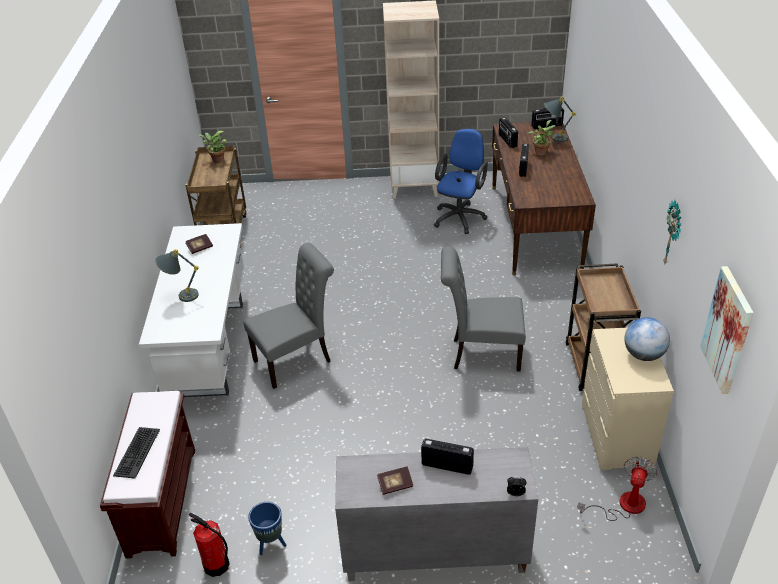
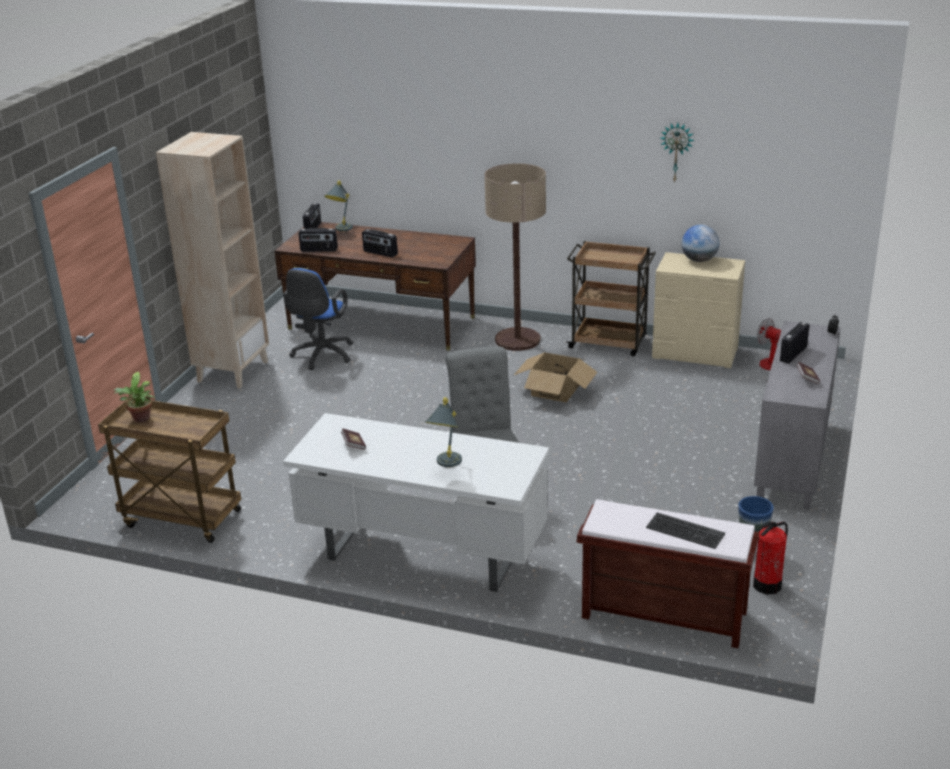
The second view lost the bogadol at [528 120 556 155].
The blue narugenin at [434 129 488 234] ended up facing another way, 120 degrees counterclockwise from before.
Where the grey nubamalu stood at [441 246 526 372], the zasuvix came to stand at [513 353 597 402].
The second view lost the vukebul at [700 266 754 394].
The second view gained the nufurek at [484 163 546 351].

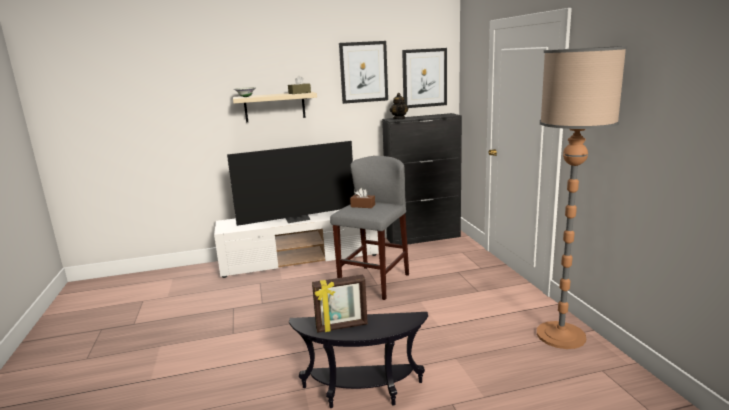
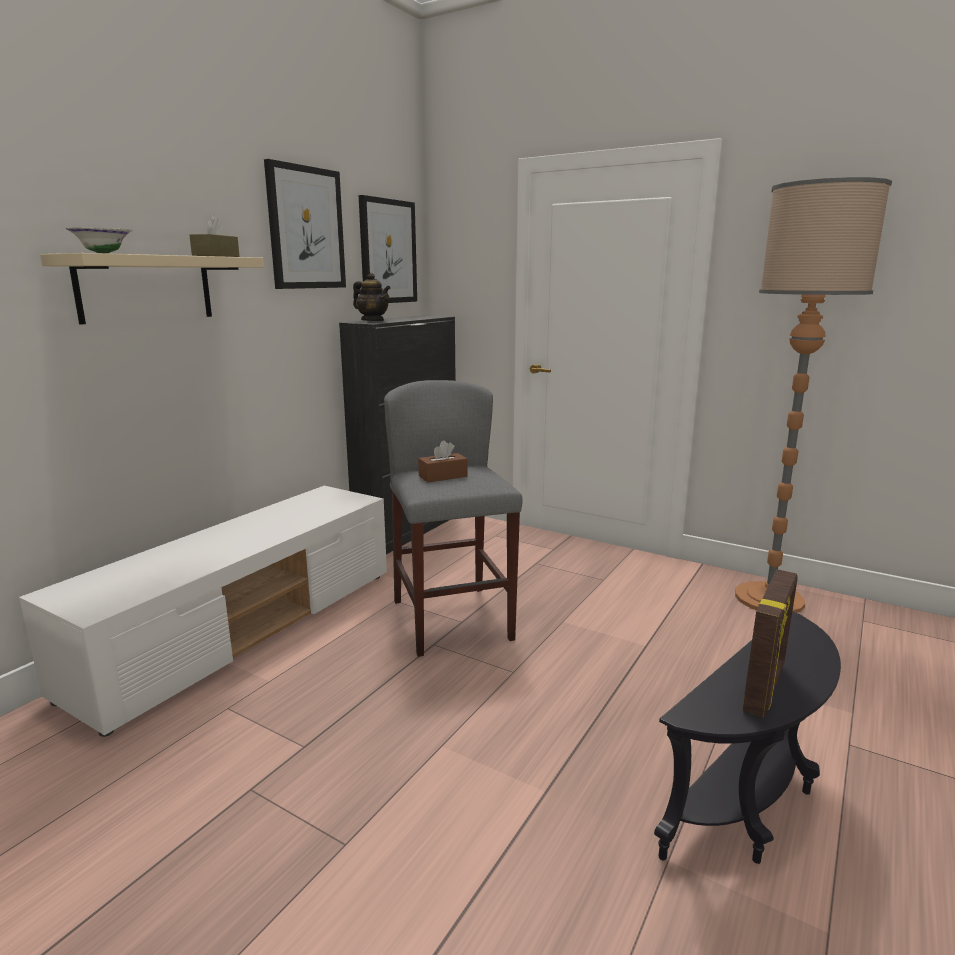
The second view lost the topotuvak at [227 141 355 226].

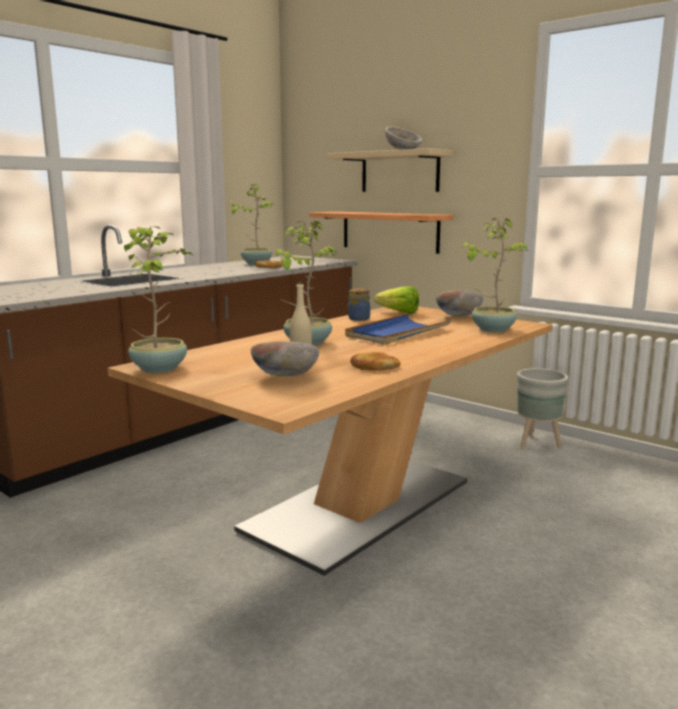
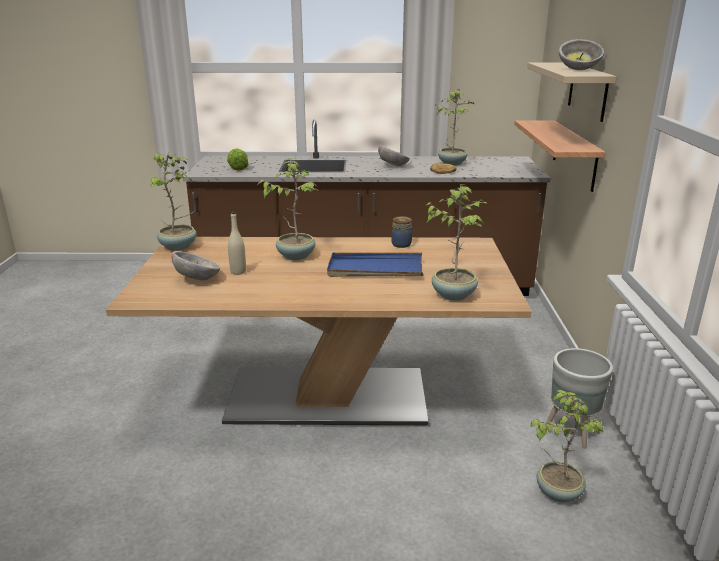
The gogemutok ended up elsewhere, having gone from [375 286 419 314] to [227 148 249 171].
The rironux ended up elsewhere, having gone from [436 290 483 316] to [378 146 410 166].
The second view lost the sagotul at [350 352 401 370].
The second view gained the bogadol at [530 390 603 502].

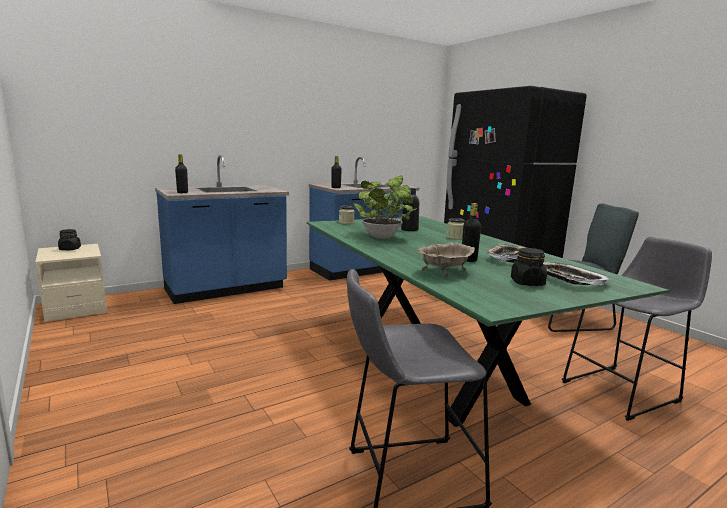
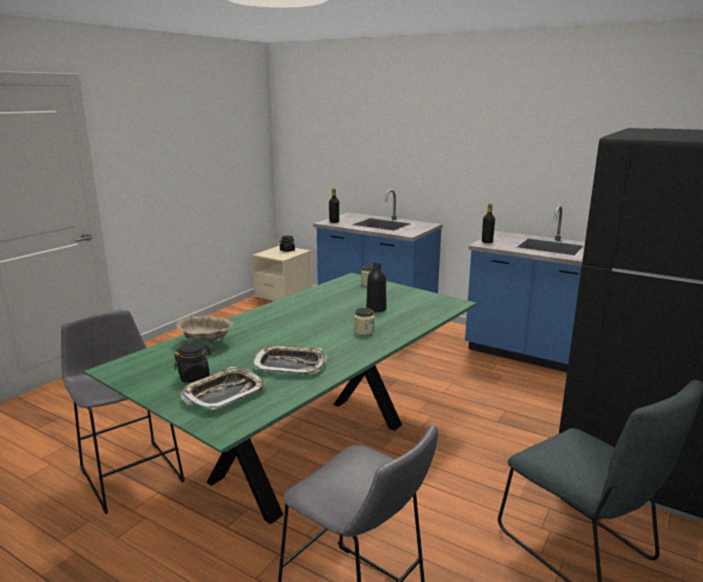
The second view lost the bogadol at [353 175 417 238].
The second view lost the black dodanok at [462 203 481 262].

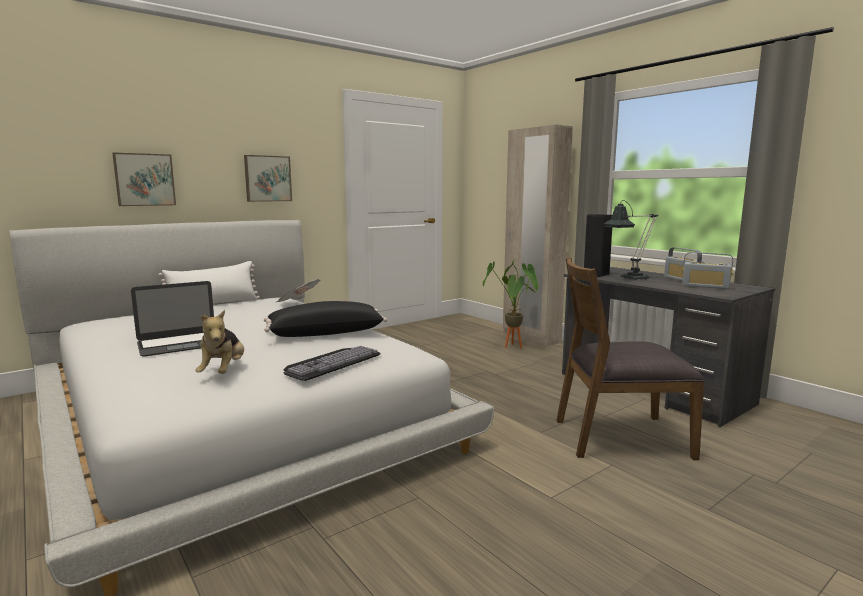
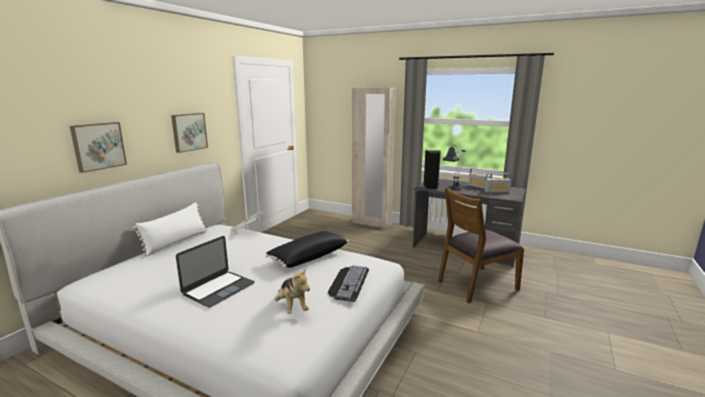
The second view lost the bogadol at [483 259 539 348].

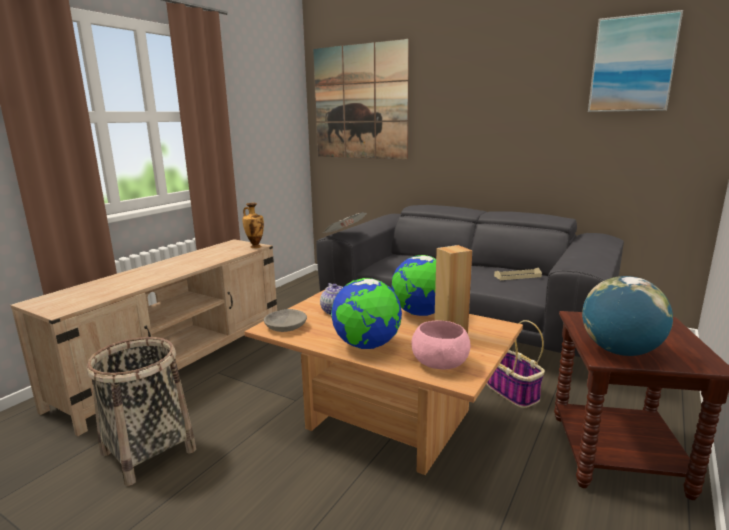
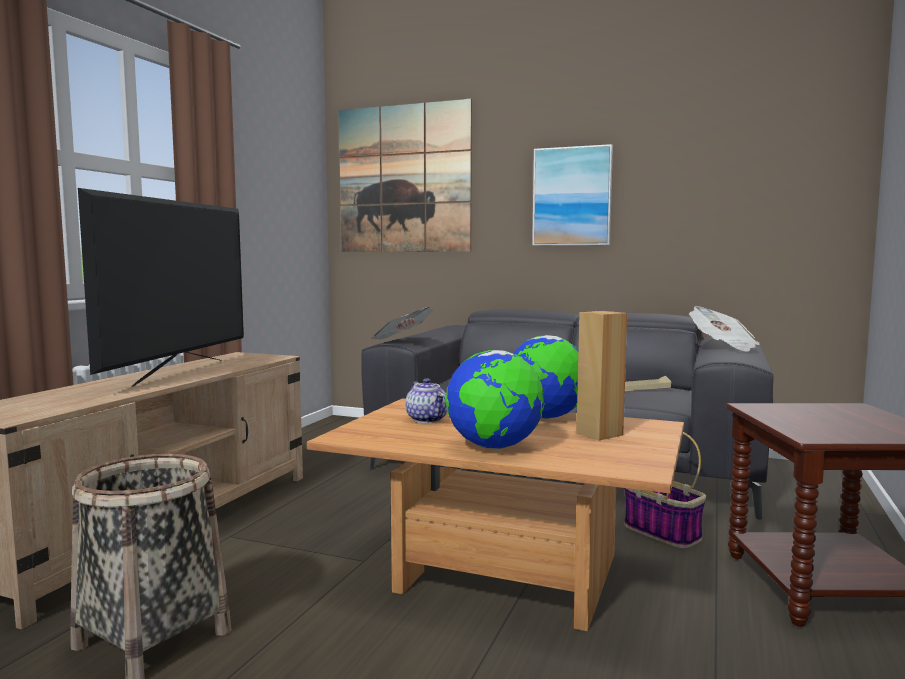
The vukebul ended up elsewhere, having gone from [588 10 683 112] to [532 144 613 246].
The second view lost the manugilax at [242 203 264 248].
The second view lost the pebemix at [582 276 673 356].
The second view lost the grey rironux at [264 309 307 332].
The second view lost the pink rironux at [412 320 470 370].
The second view gained the topotuvak at [78 188 244 387].
The second view gained the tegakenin at [689 306 760 352].

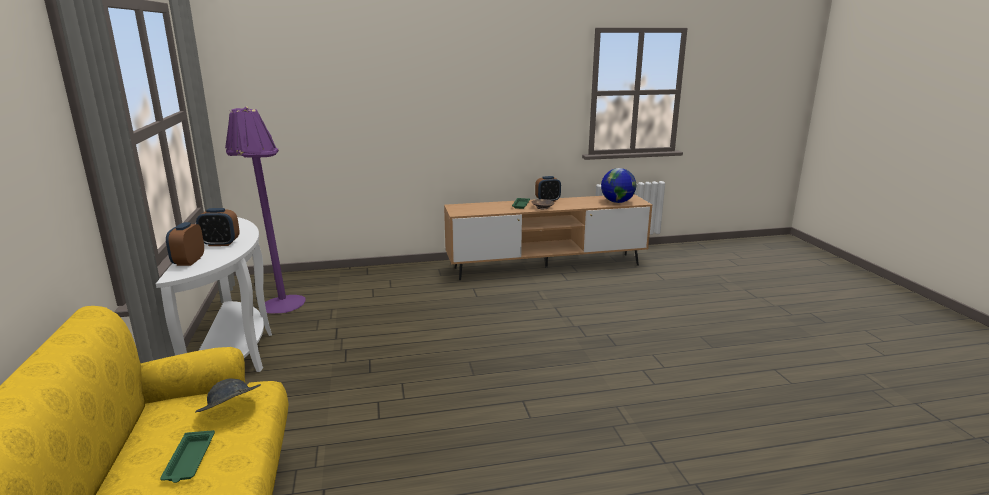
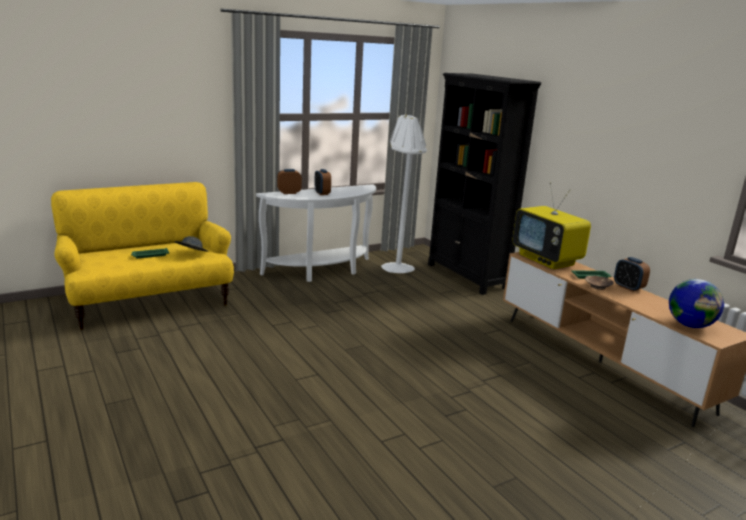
What was the purple nufurek at [225 107 306 314] turned into the white nufurek at [381 114 427 273].
The second view gained the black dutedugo at [428 73 541 295].
The second view gained the topotuvak at [512 183 591 269].

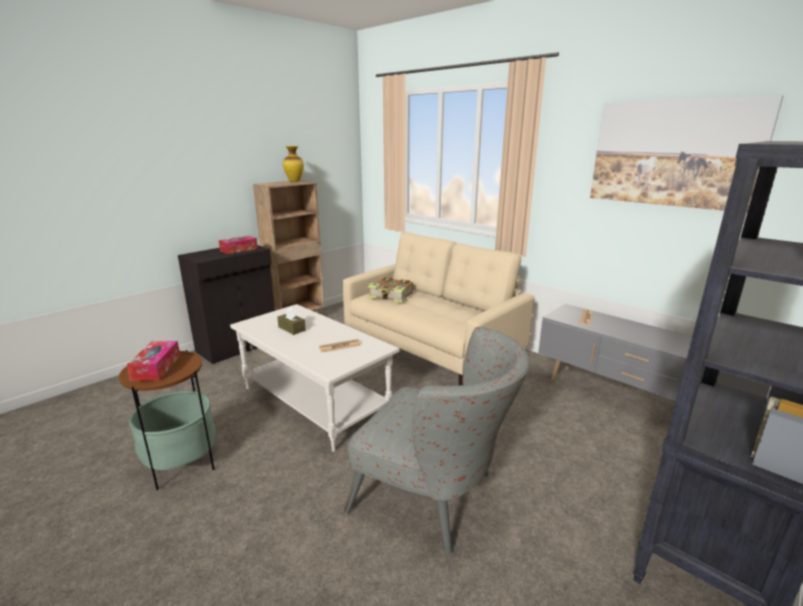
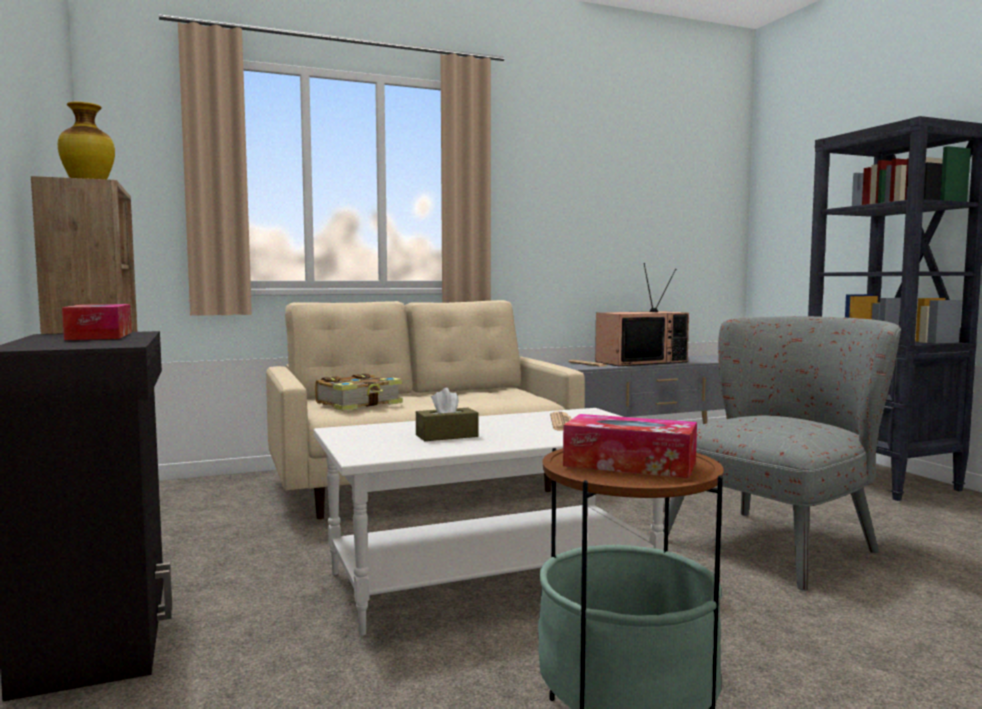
The second view lost the vukebul at [590 95 783 213].
The second view gained the topotuvak at [595 263 689 366].

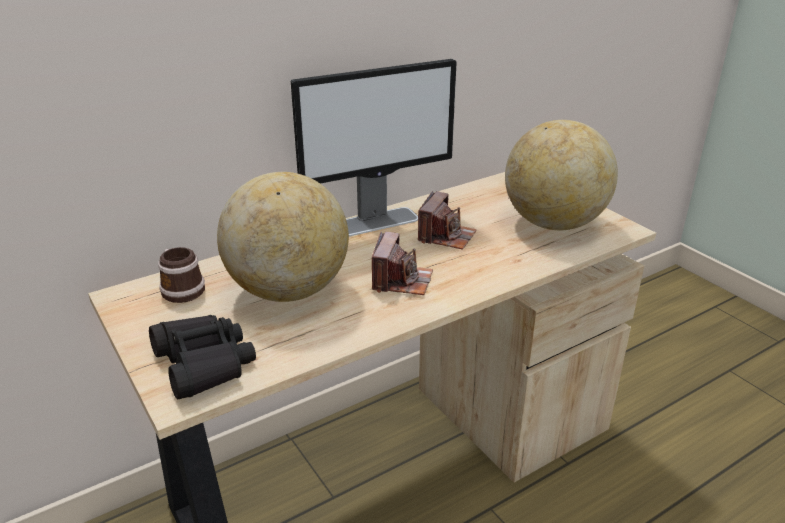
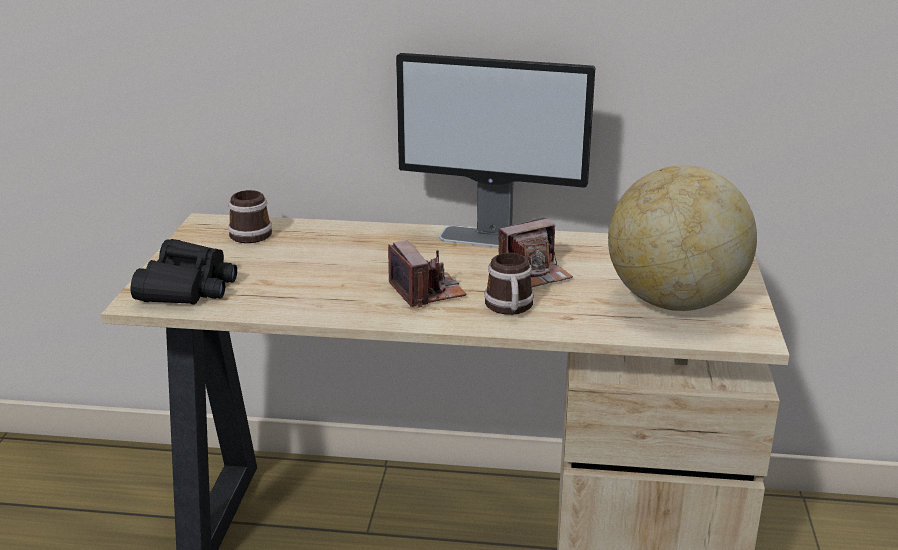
The second view lost the pebemix at [217 172 349 302].
The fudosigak at [372 232 433 295] ended up facing another way, 75 degrees counterclockwise from before.
The second view gained the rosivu at [484 253 534 315].

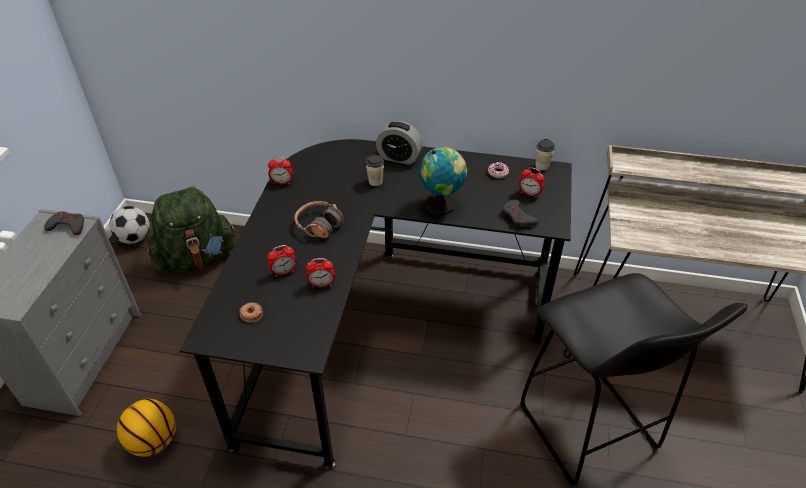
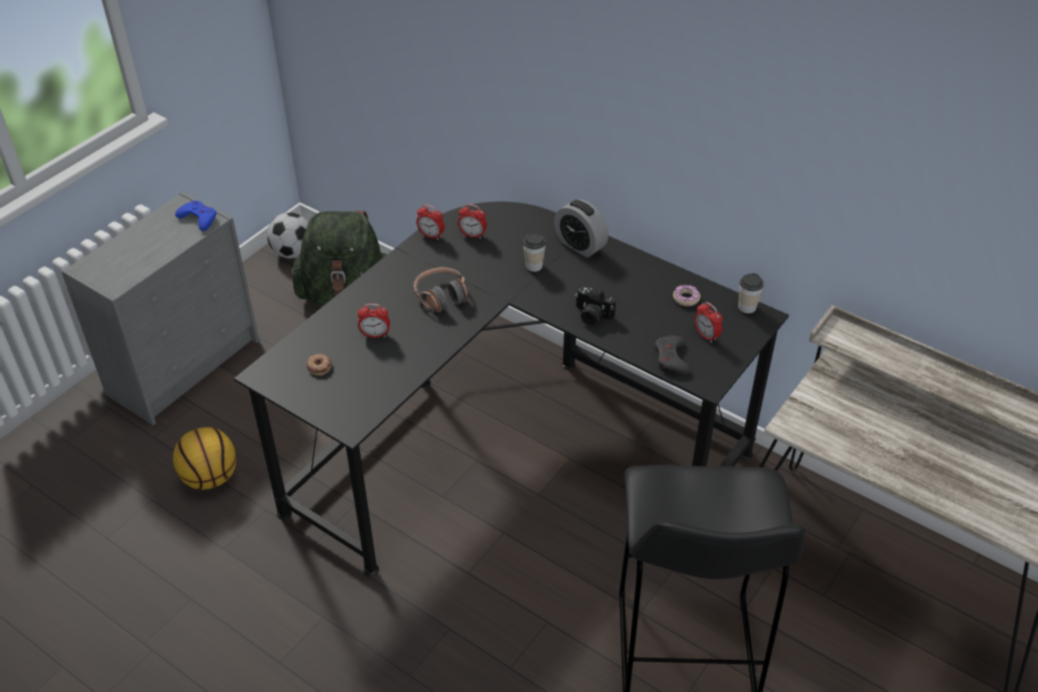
Where the pebemix stood at [419 147 467 216], the fudosigak came to stand at [575 287 616 325].
What was the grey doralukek at [44 212 84 235] turned into the blue doralukek at [175 200 216 231].
The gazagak ended up elsewhere, having gone from [306 258 335 288] to [458 204 487 239].

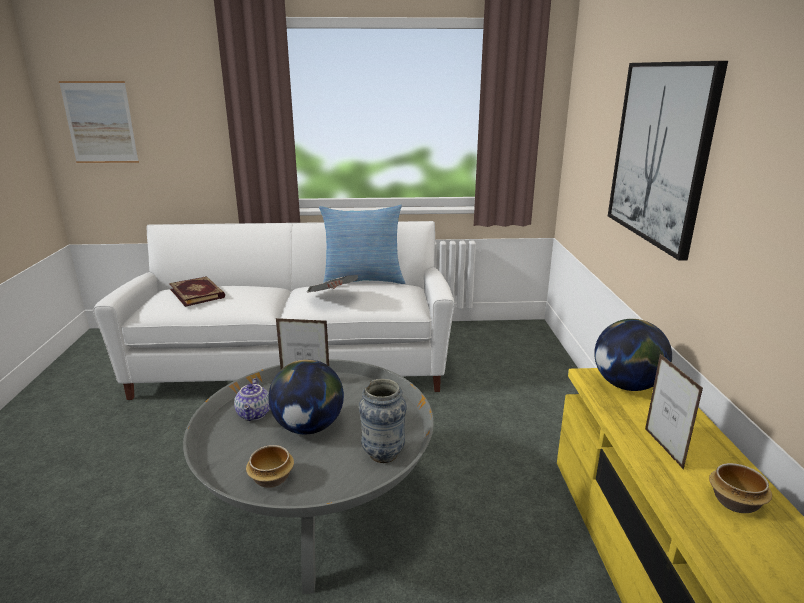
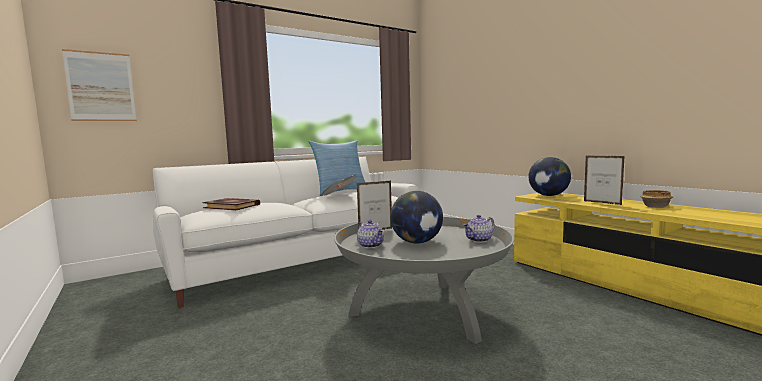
The second view lost the vukebul at [608 61 728 261].
Where the manugilax stood at [359 379 407 463], the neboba came to stand at [463 215 494 242].
The second view lost the rironux at [246 445 294 488].

